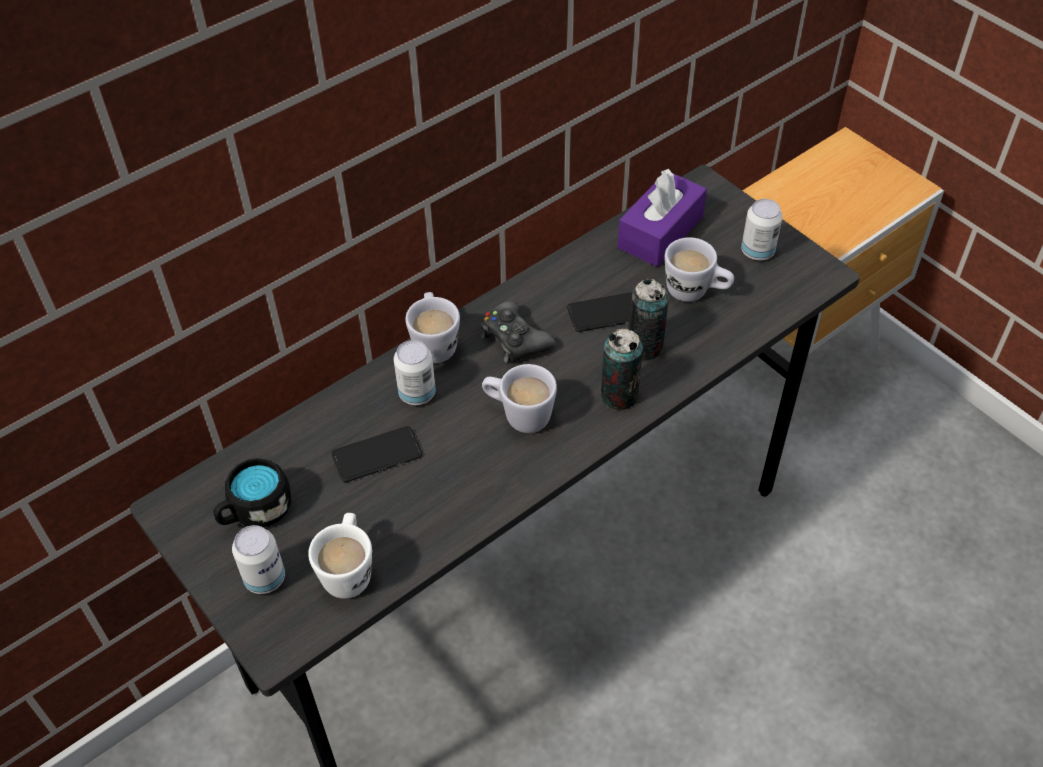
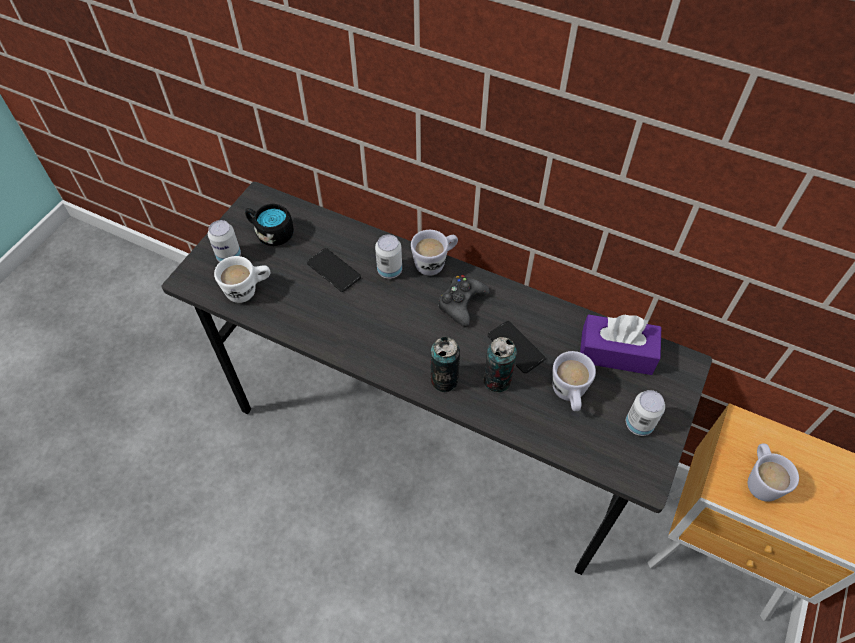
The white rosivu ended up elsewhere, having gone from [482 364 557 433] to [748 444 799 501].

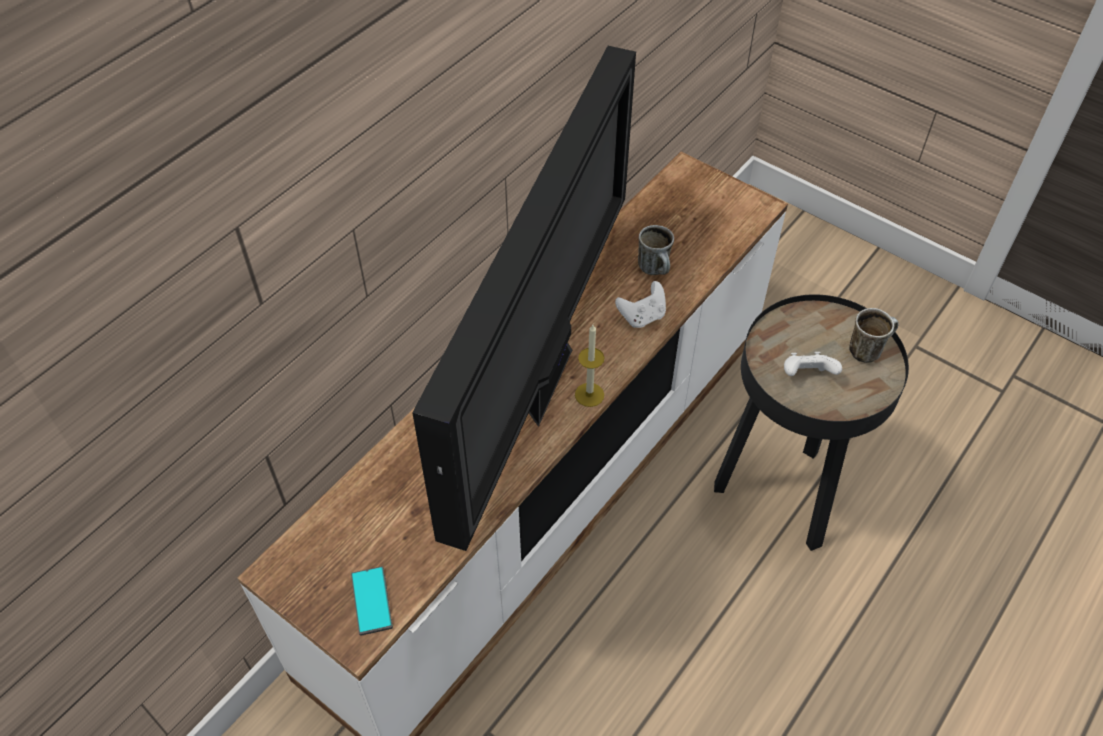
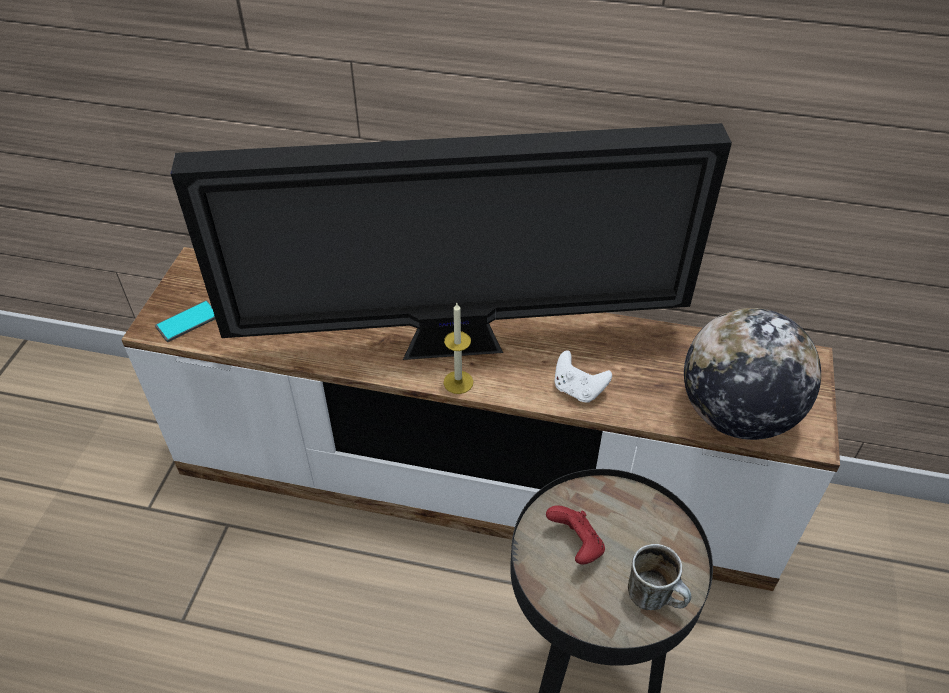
The second view lost the rosivu at [638 225 674 275].
What was the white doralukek at [784 352 842 376] turned into the red doralukek at [546 505 605 564].
The second view gained the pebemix at [684 308 821 440].

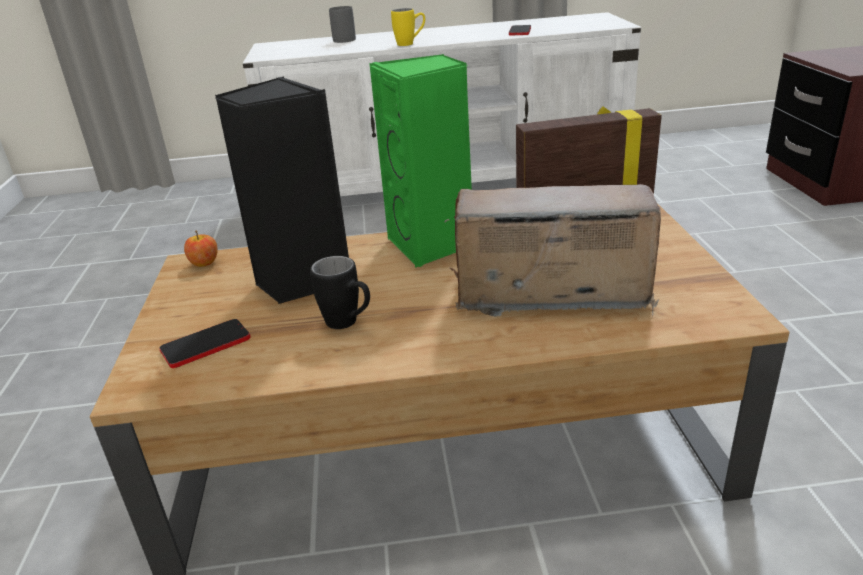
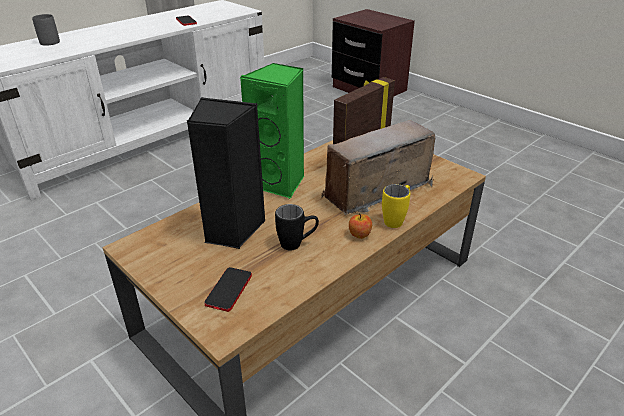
The yellow rosivu ended up elsewhere, having gone from [391 8 425 46] to [382 184 410 228].
The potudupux ended up elsewhere, having gone from [184 230 218 267] to [349 213 372 239].

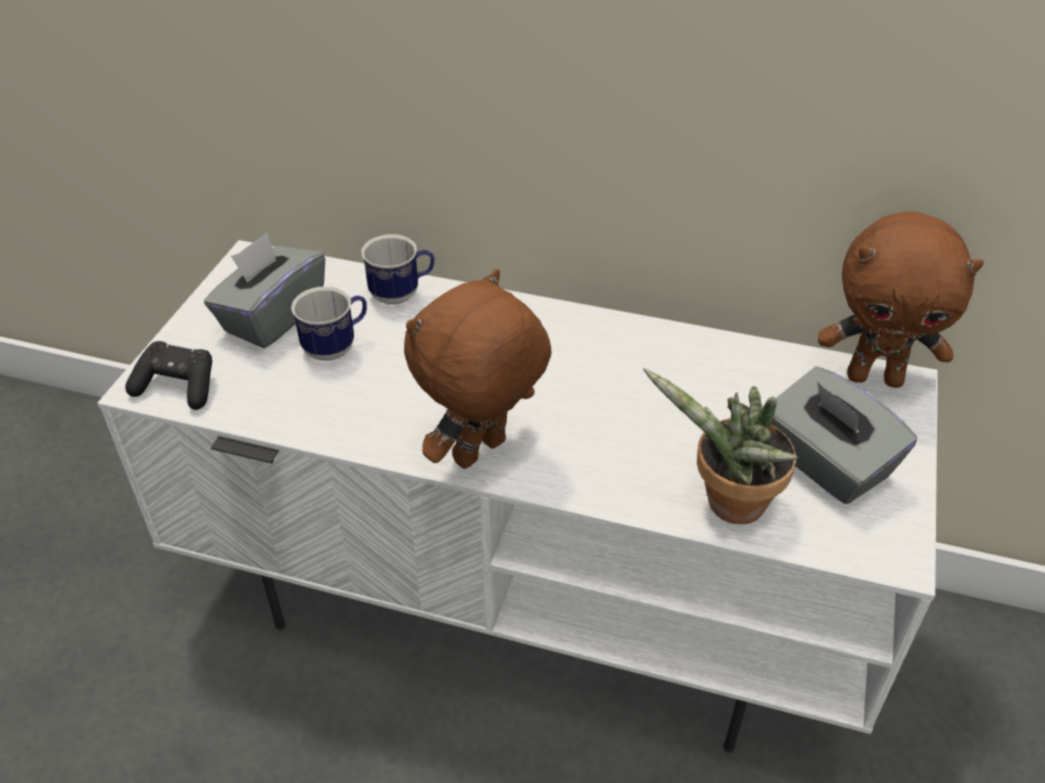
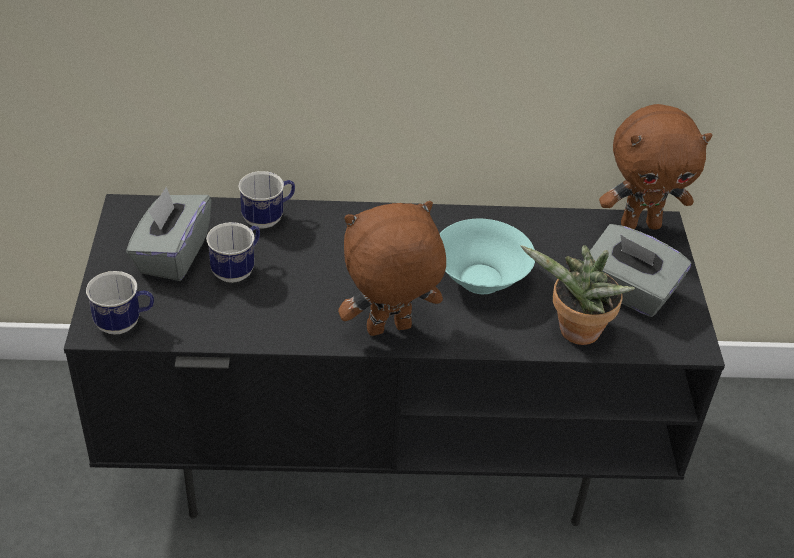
What was the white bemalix at [98 240 938 753] turned into the black bemalix at [64 194 725 526].
The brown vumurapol at [404 269 551 469] ended up facing another way, 45 degrees clockwise from before.
Where the black doralukek stood at [125 341 212 410], the rosivu came to stand at [86 271 154 334].
The second view gained the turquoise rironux at [440 219 535 294].

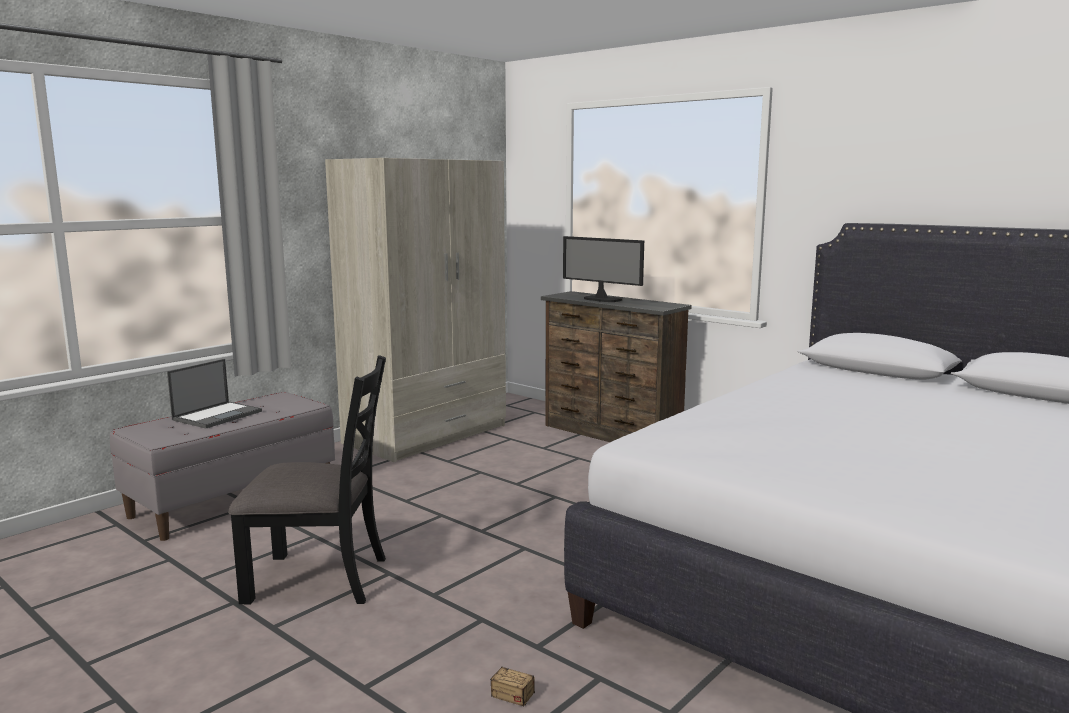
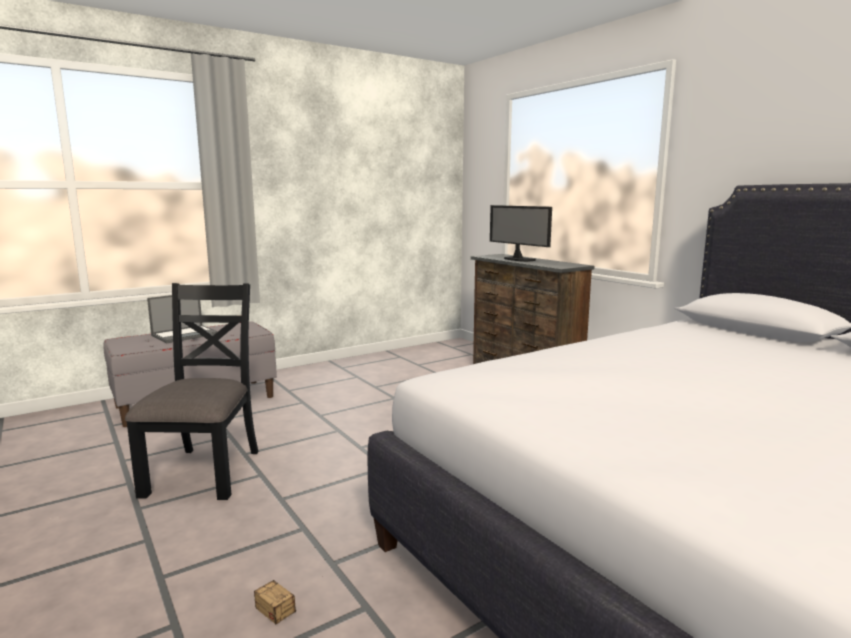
The second view lost the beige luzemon at [325 158 506 462].
The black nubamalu at [228 355 386 604] ended up facing another way, 105 degrees counterclockwise from before.

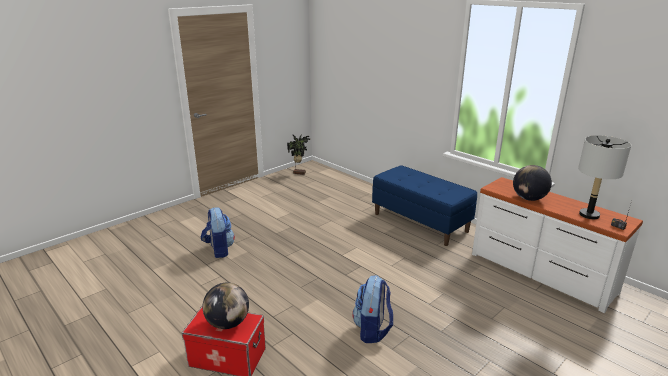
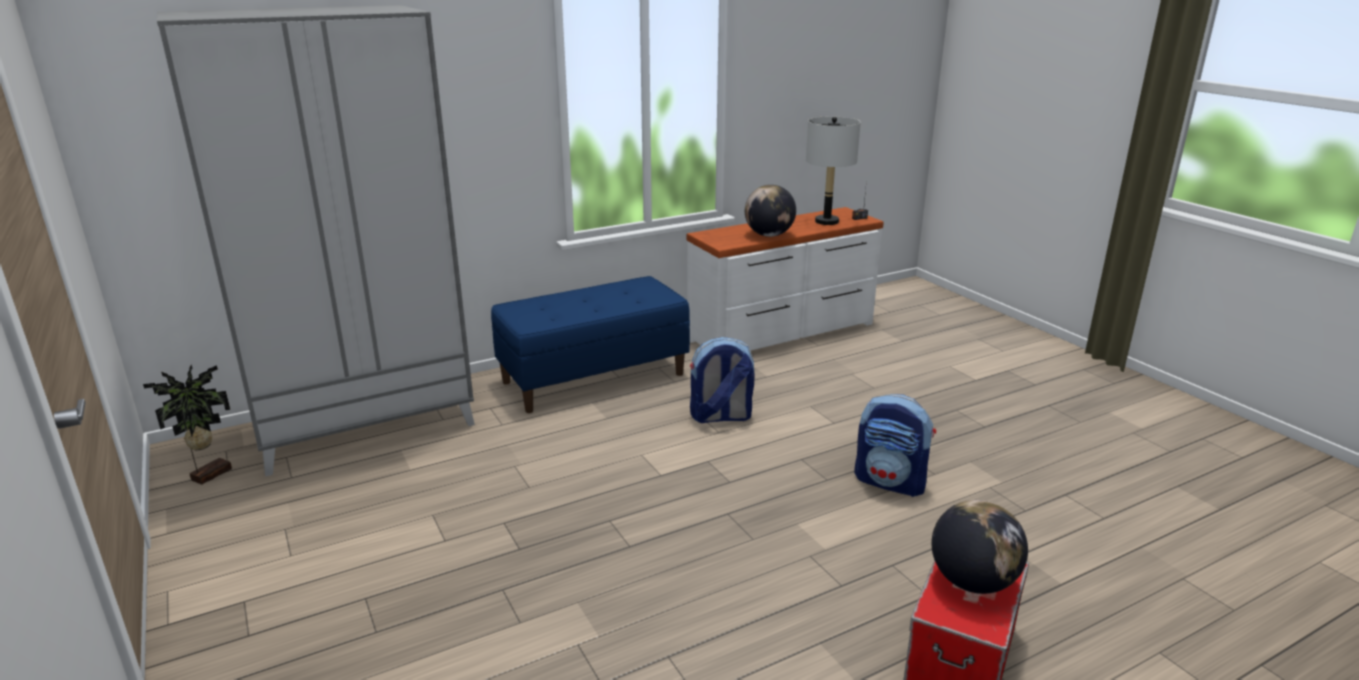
The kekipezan ended up elsewhere, having gone from [201 207 235 258] to [690 337 755 423].
The second view gained the grey luzemon at [157 5 475 476].

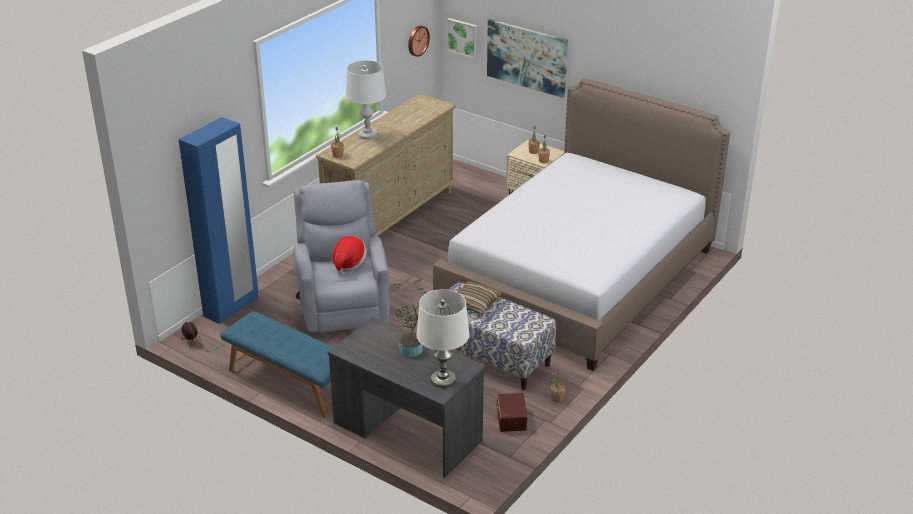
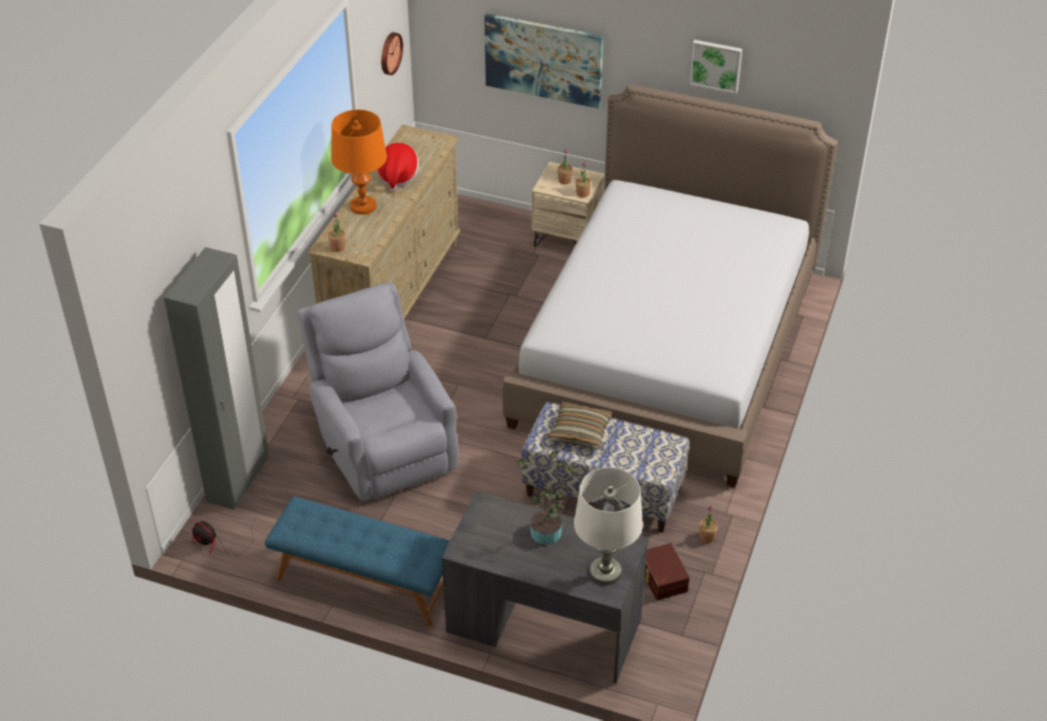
The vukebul ended up elsewhere, having gone from [447 18 477 59] to [689 40 742 94].
What was the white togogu at [346 60 386 140] turned into the orange togogu at [331 110 387 215].
What was the blue luzemon at [179 117 258 324] turned into the grey luzemon at [164 247 269 510].
The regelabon ended up elsewhere, having gone from [332 236 367 274] to [377 143 419 192].

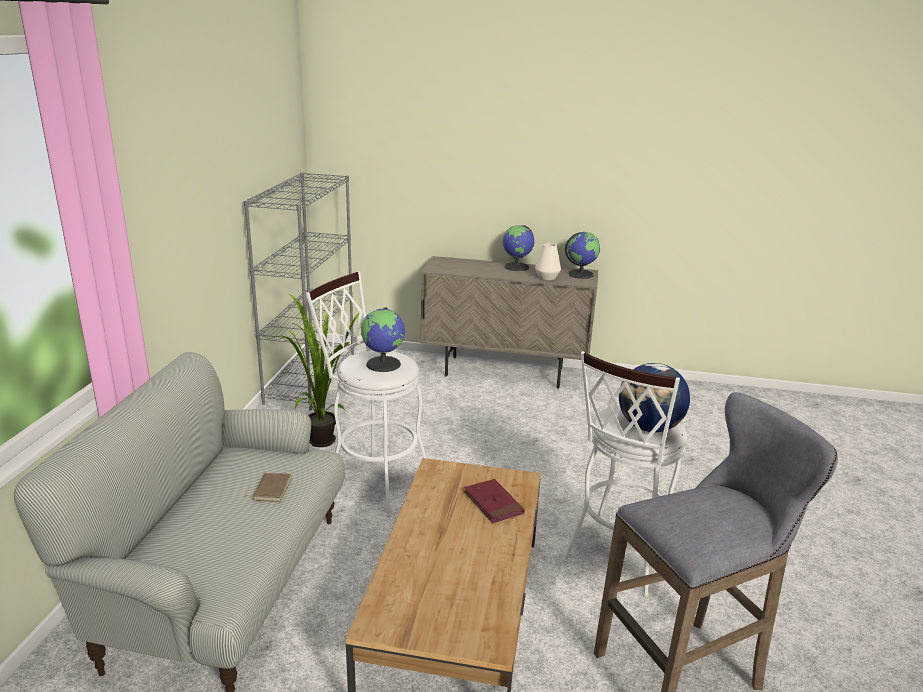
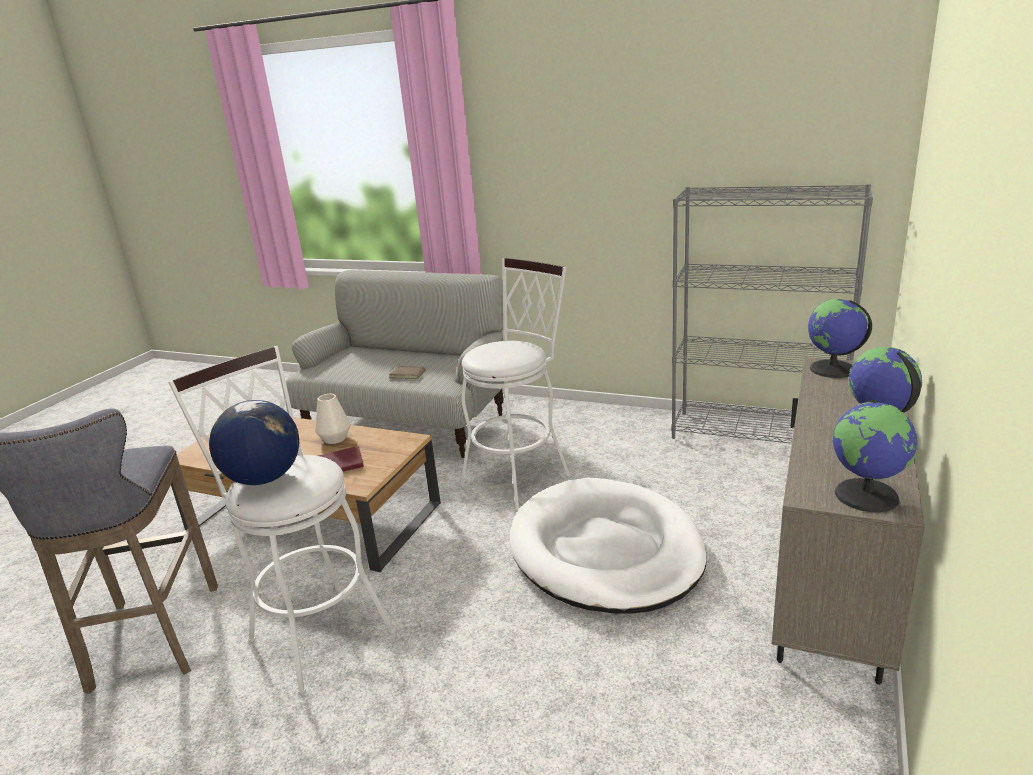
The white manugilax ended up elsewhere, having gone from [535 243 561 280] to [315 394 351 444].
The second view lost the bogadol at [274 294 359 447].
The pebemix ended up elsewhere, having gone from [361 307 405 372] to [808 299 872 378].
The second view gained the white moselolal at [509 478 707 614].

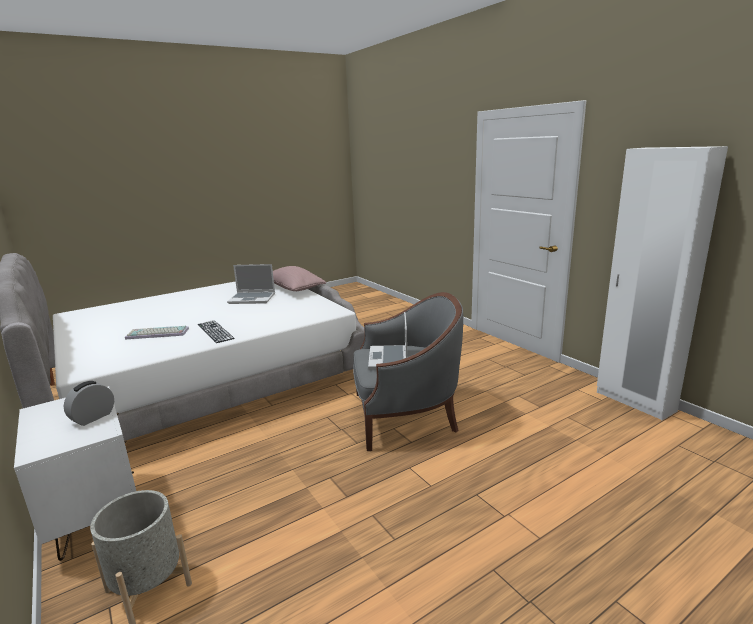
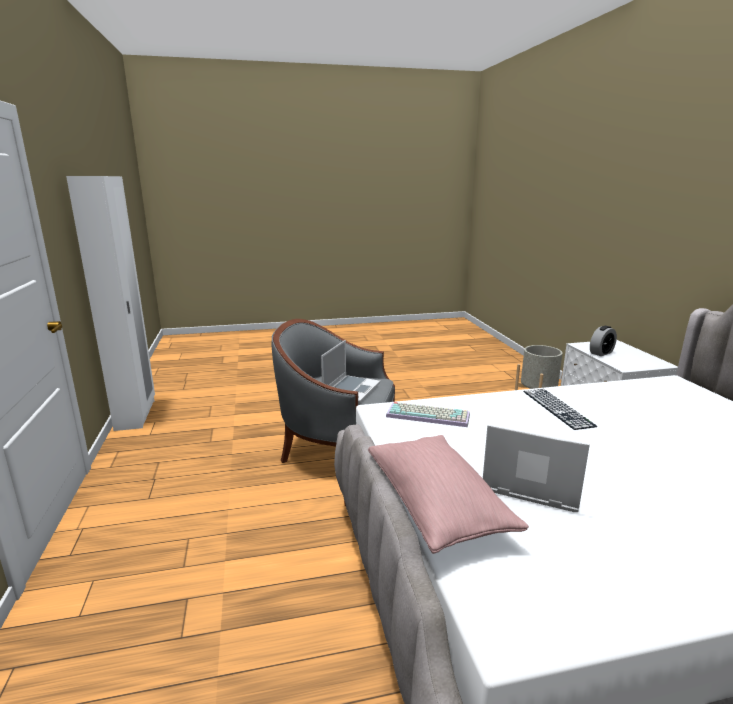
The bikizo ended up elsewhere, having gone from [125 326 189 339] to [386 402 470 427].

